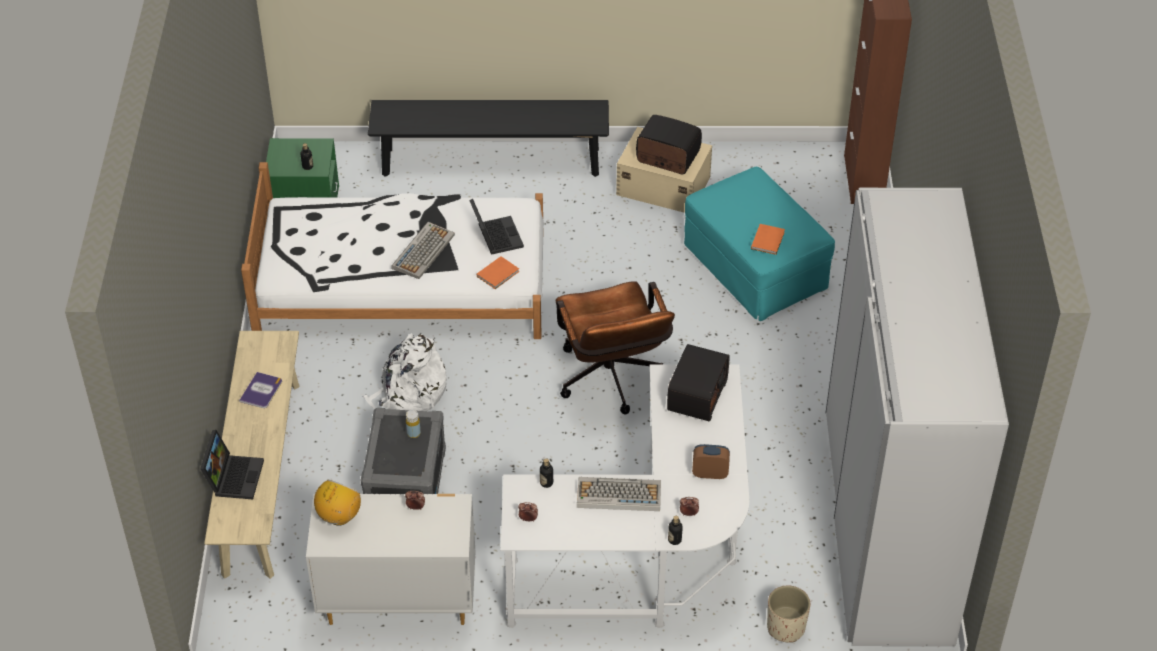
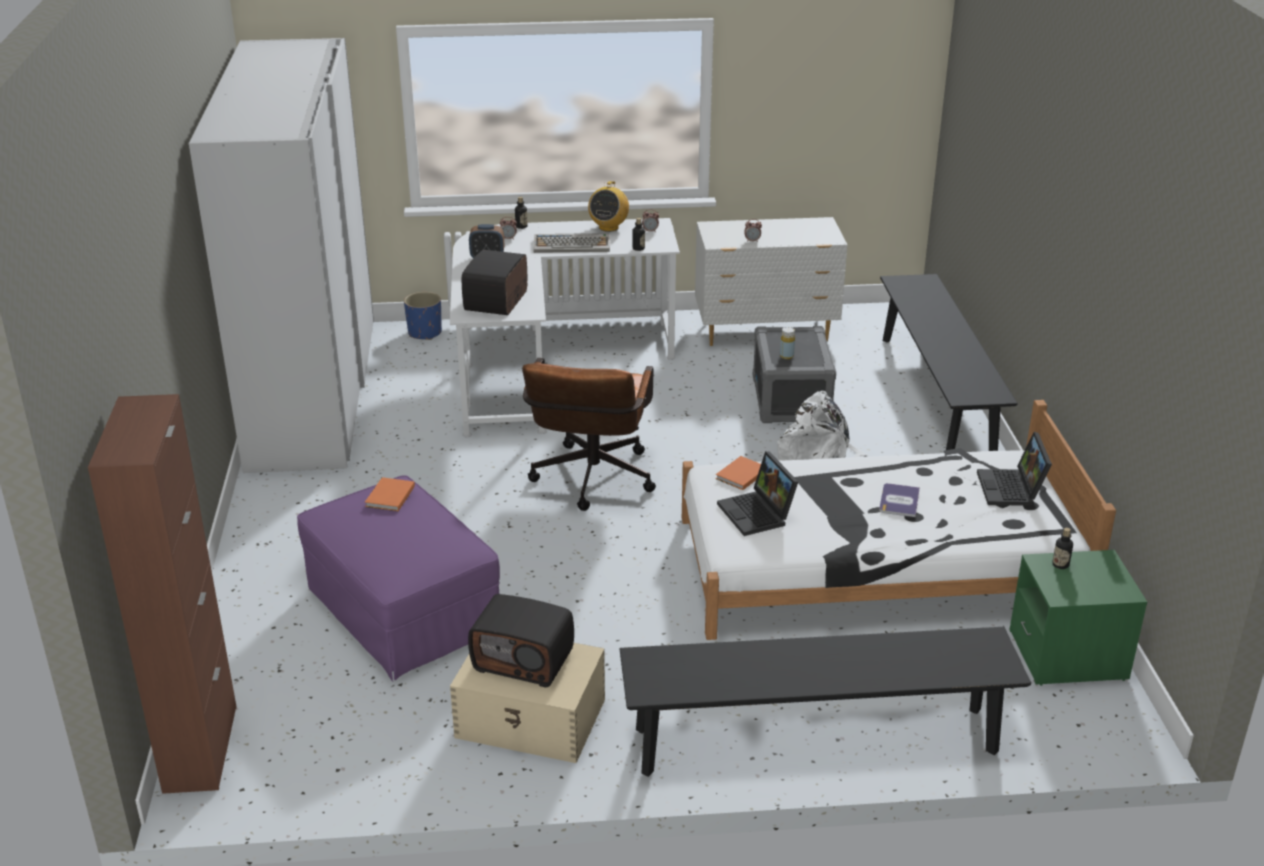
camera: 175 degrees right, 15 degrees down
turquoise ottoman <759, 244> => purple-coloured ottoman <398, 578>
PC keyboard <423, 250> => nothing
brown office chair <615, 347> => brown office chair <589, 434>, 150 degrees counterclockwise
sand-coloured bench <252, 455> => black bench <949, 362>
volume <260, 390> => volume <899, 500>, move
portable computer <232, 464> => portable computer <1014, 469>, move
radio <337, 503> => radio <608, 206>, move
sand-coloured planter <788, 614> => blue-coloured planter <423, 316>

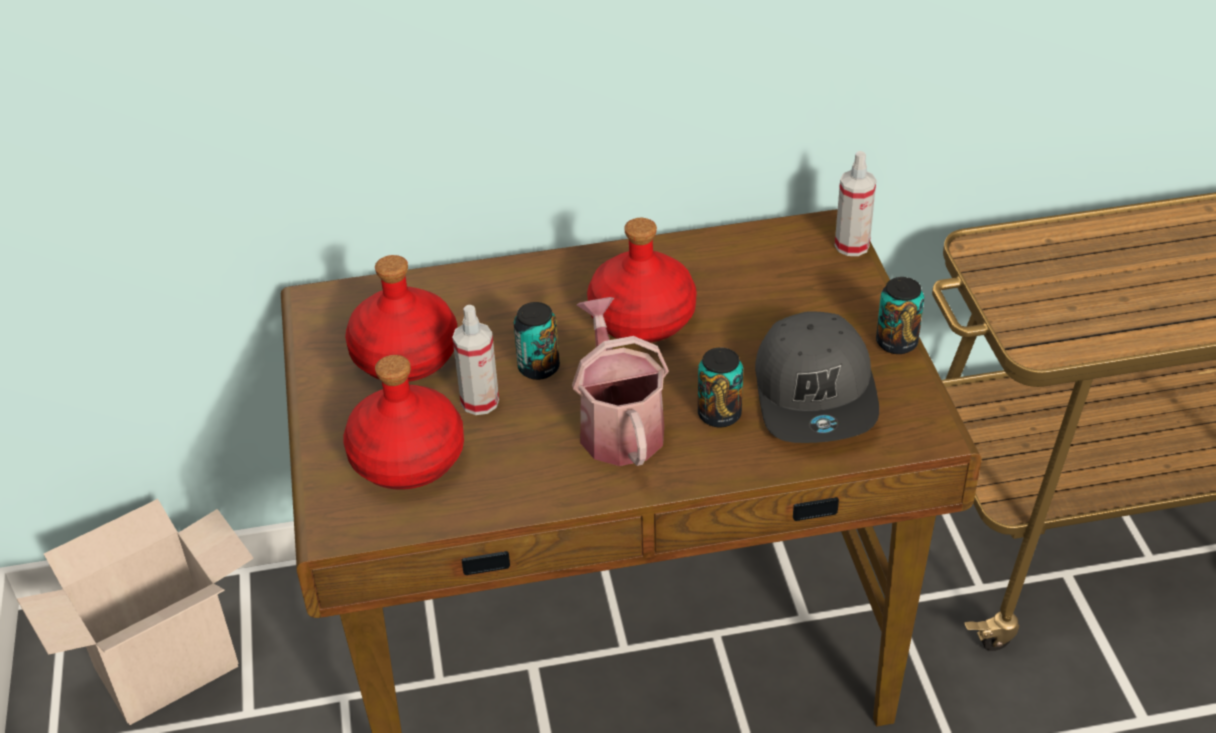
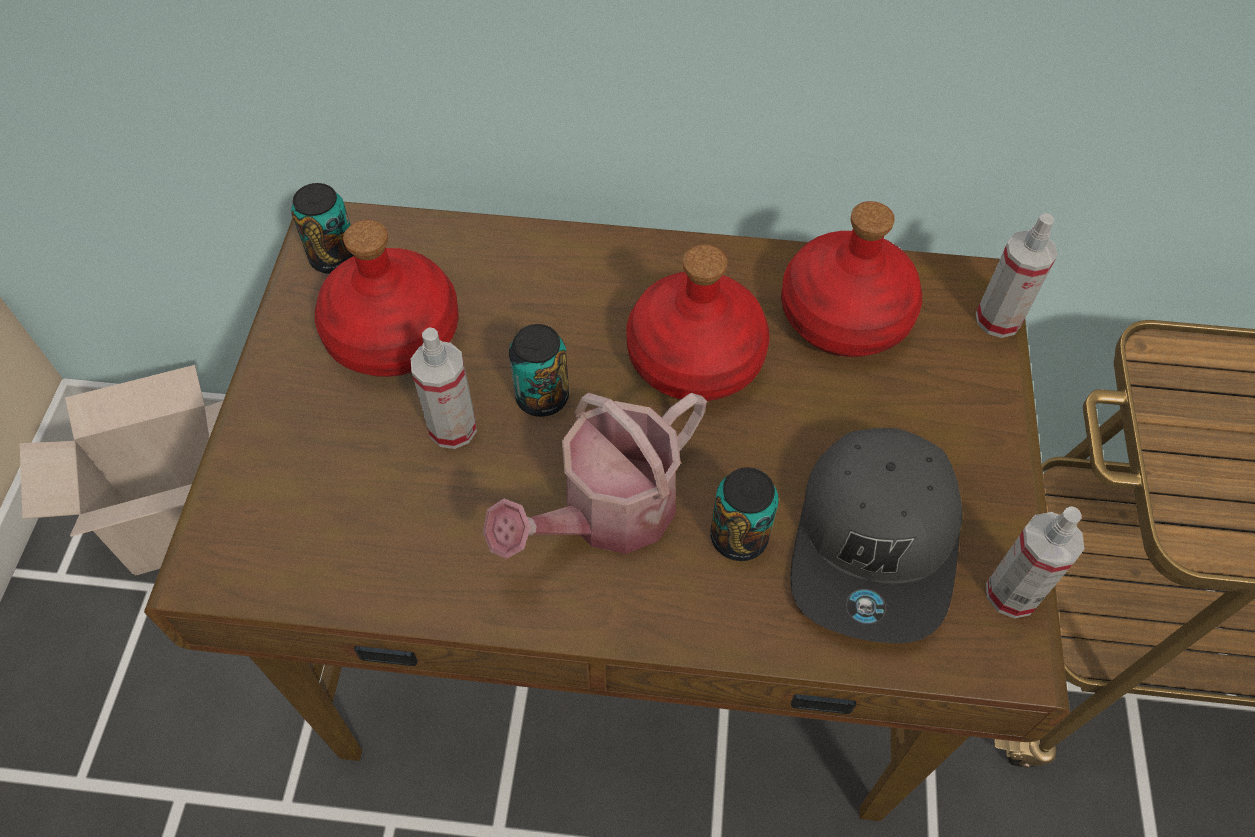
camera: 15 degrees right, 15 degrees up
can <900, 315> => can <322, 228>, move
sprinkling can <620, 381> => sprinkling can <595, 476>, 135 degrees counterclockwise
reddish drink bottle <404, 422> => reddish drink bottle <851, 279>, move
nothing => sprayer <1035, 562>

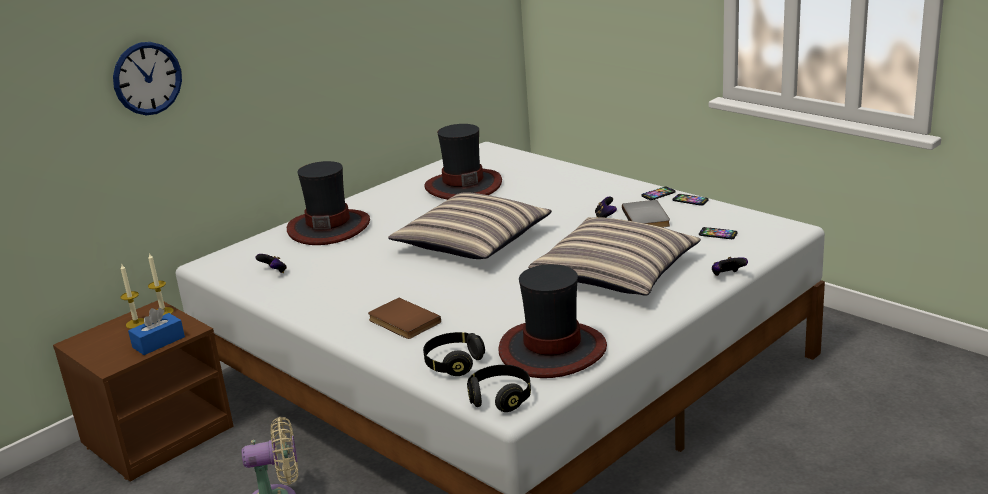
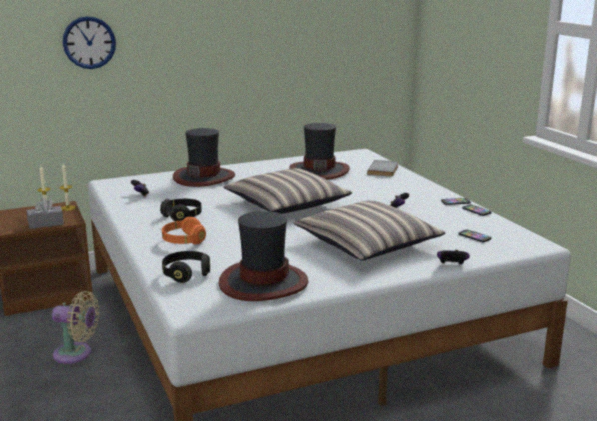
camera: 20 degrees right, 5 degrees down
gray volume <646, 213> => gray volume <383, 168>, move
brown volume <404, 318> => orange pair of headphones <184, 231>
blue-coloured tissue holder <156, 331> => gray tissue holder <45, 213>
black pair of headphones <499, 388> => black pair of headphones <181, 210>, move

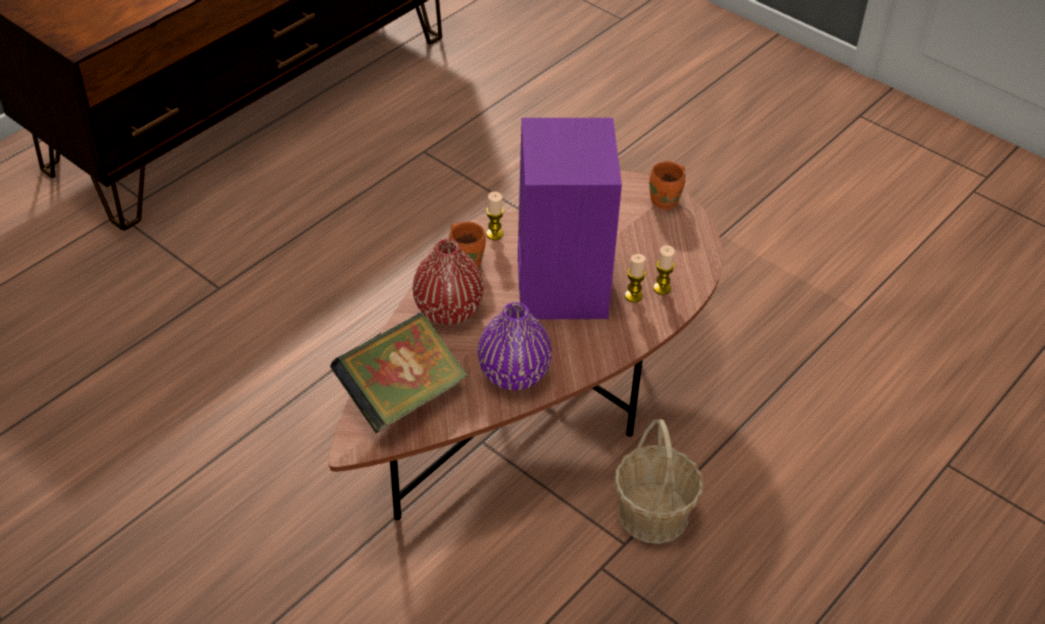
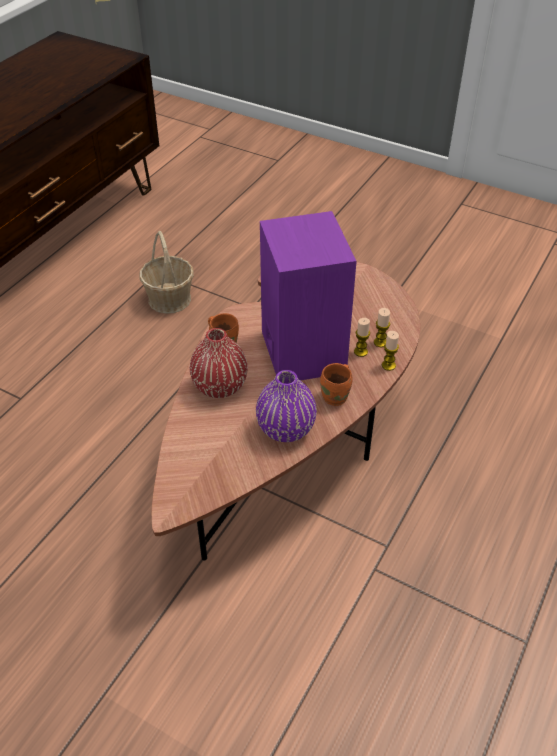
camera: 10 degrees left, 0 degrees up
orange coffee mug <667, 185> => orange coffee mug <336, 384>, move
wax light <495, 215> => wax light <390, 351>, move
volume <399, 373> => nothing
basket <658, 481> => basket <166, 272>, move

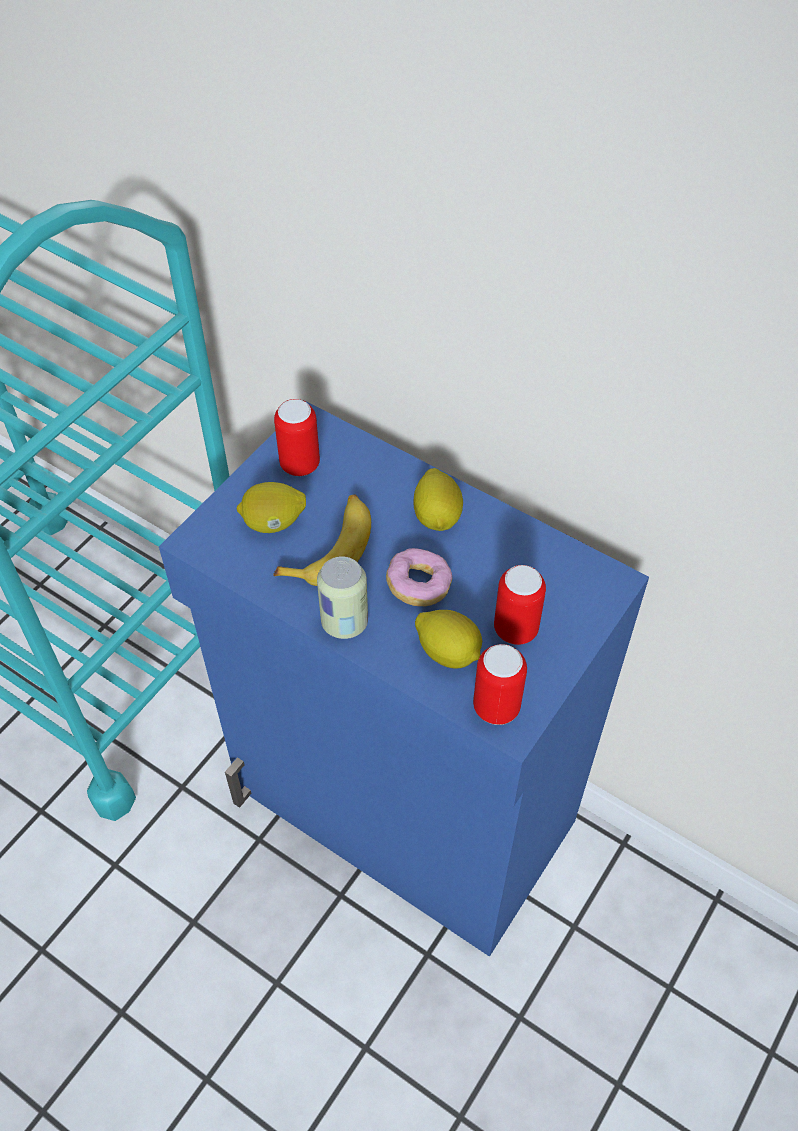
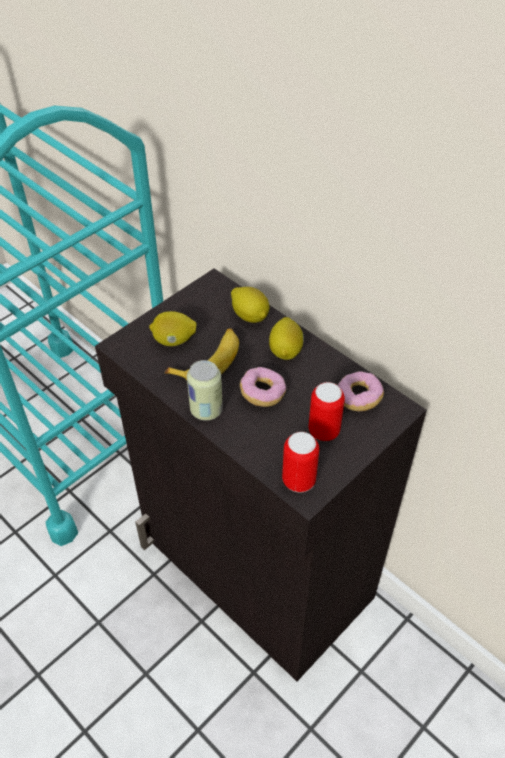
camera: 10 degrees right, 5 degrees down
can <297, 437> => nothing
blue-coloured cabinet <404, 679> => black cabinet <261, 475>
whole lemon <448, 639> => whole lemon <250, 305>, move
nothing => ring doughnut <361, 391>

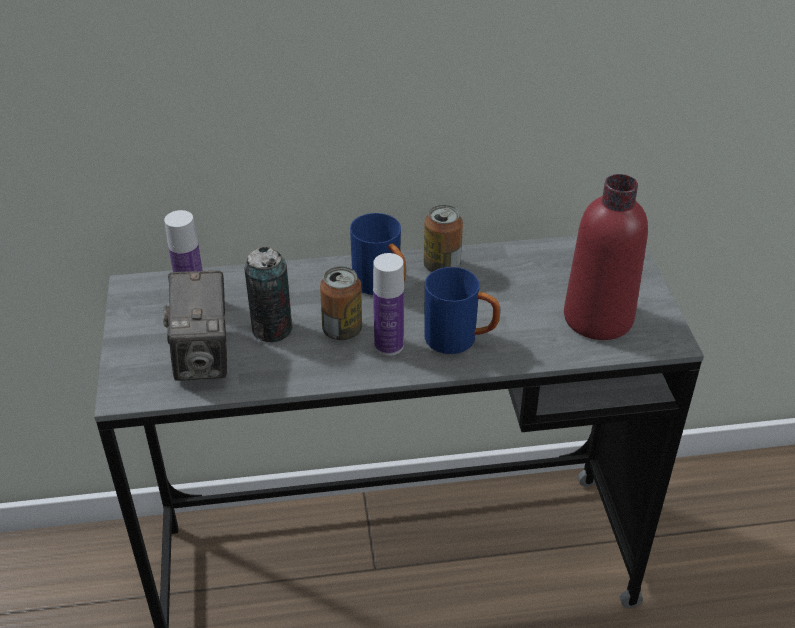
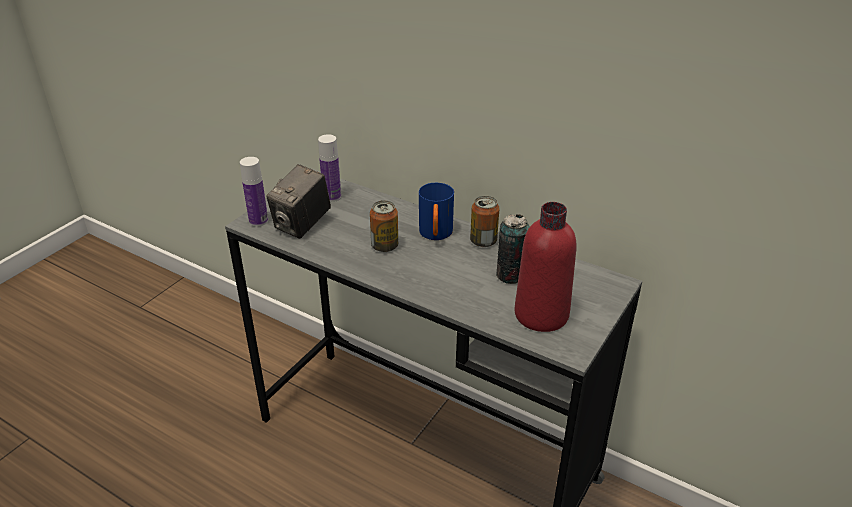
camera: 40 degrees right, 5 degrees down
can <268, 294> => can <513, 249>, move
drink bottle <388, 304> => drink bottle <254, 192>, move
blue-coloured coffee mug <462, 310> => nothing

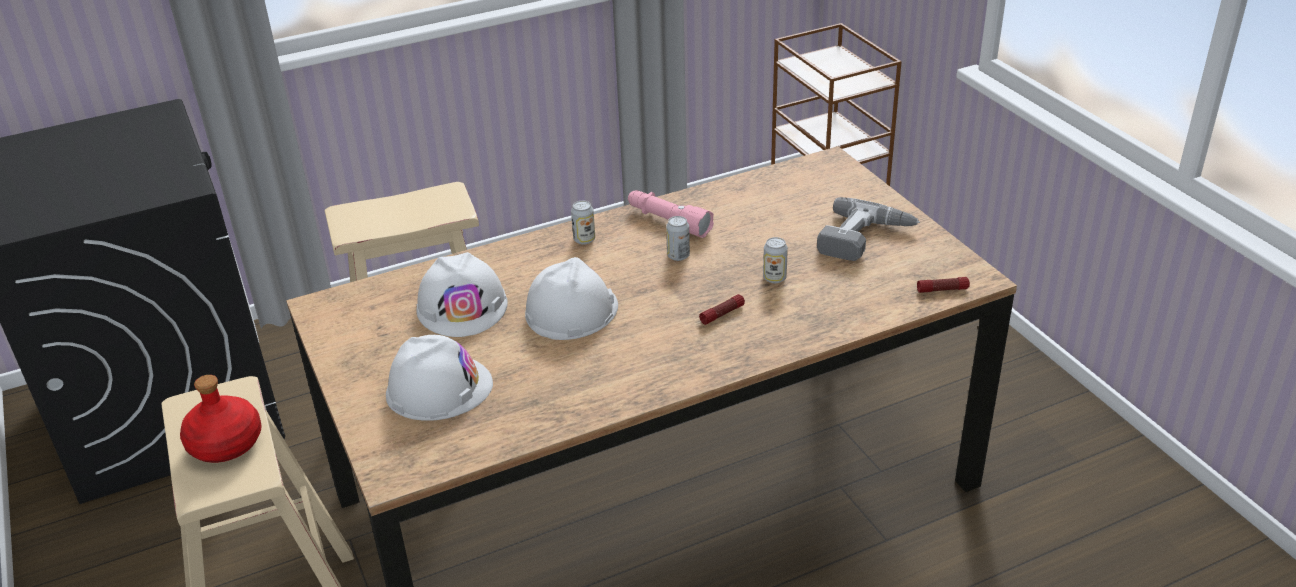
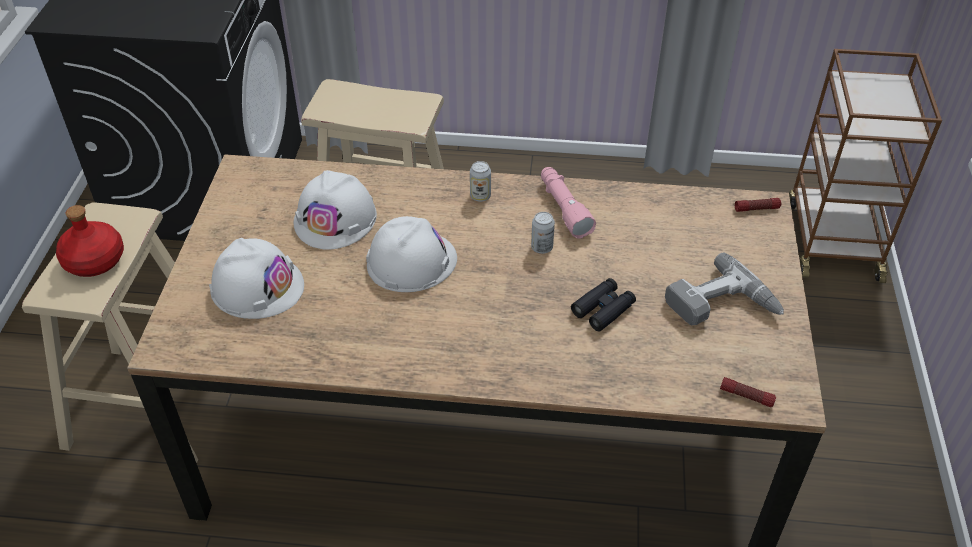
camera: 30 degrees right, 10 degrees up
can <775, 260> => black binoculars <603, 305>
hand torch <722, 309> => hand torch <758, 205>, move

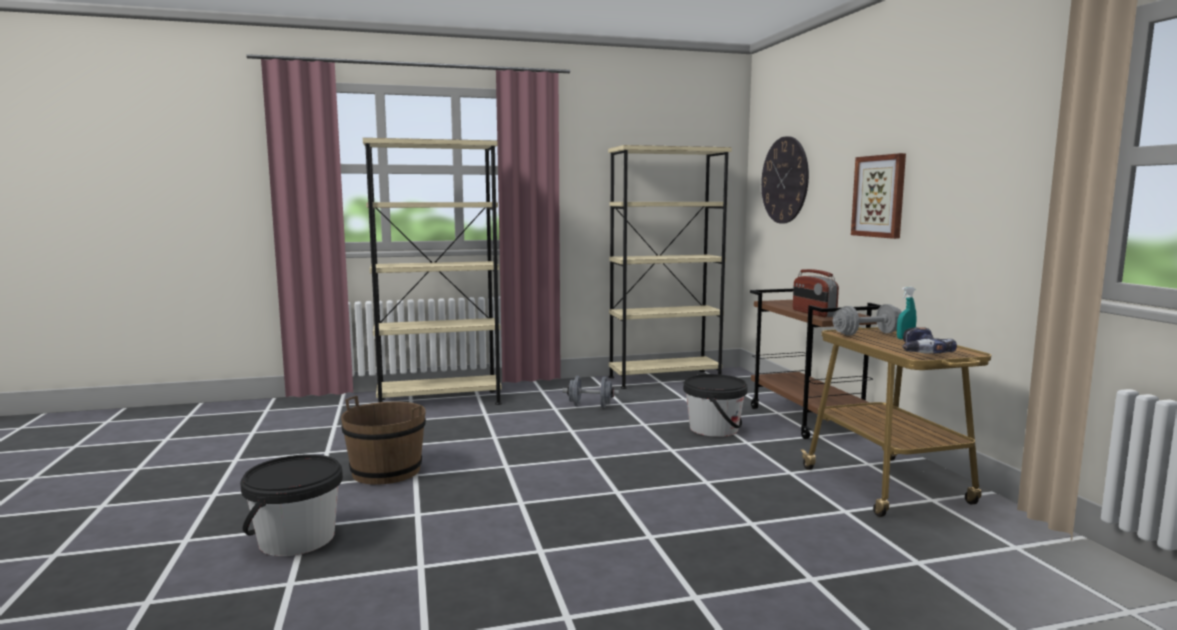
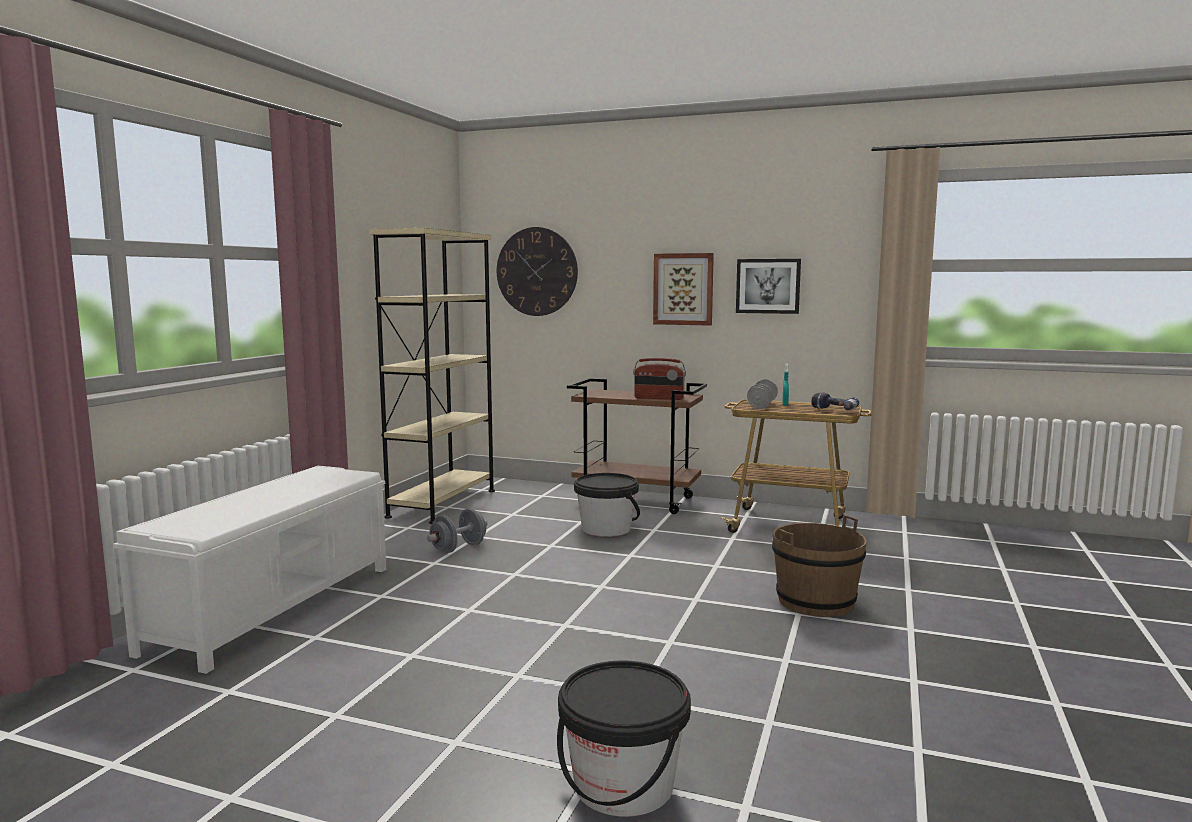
camera: 55 degrees left, 0 degrees up
sand-coloured shelving unit <432, 271> => white bench <249, 570>
brown bucket <383, 440> => brown bucket <819, 566>, move
nothing => picture <768, 286>

